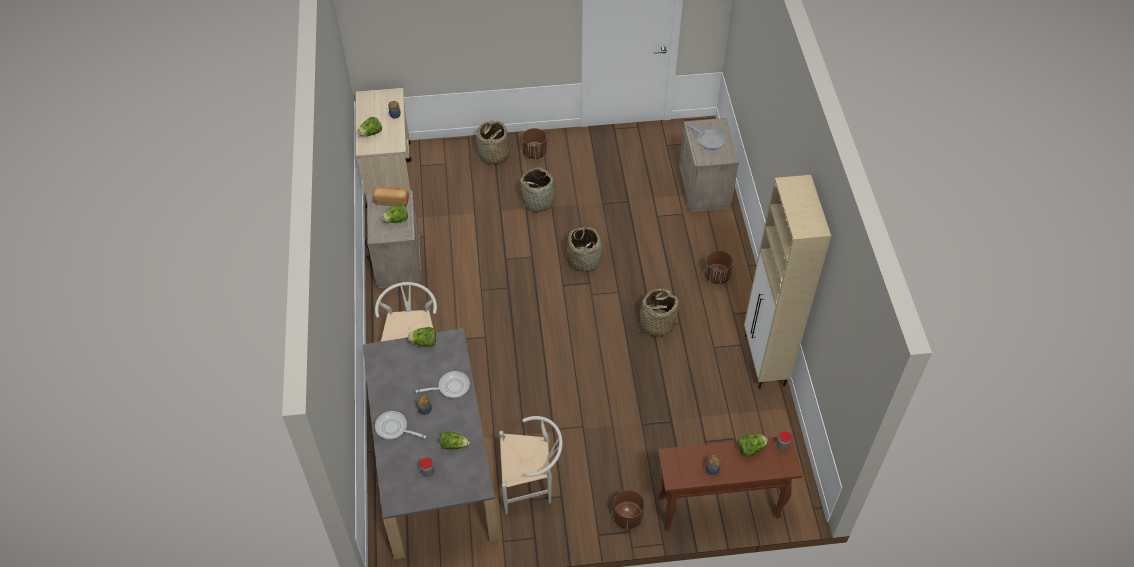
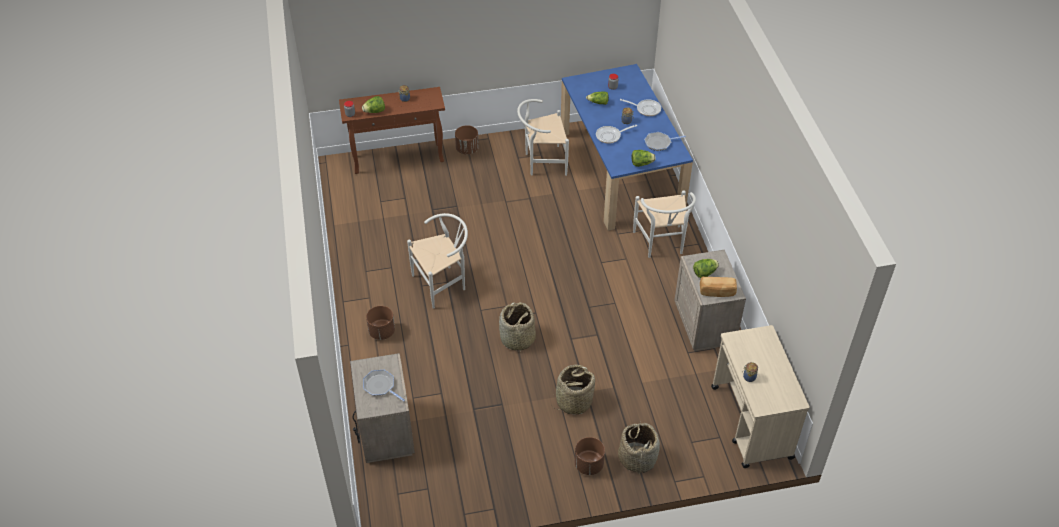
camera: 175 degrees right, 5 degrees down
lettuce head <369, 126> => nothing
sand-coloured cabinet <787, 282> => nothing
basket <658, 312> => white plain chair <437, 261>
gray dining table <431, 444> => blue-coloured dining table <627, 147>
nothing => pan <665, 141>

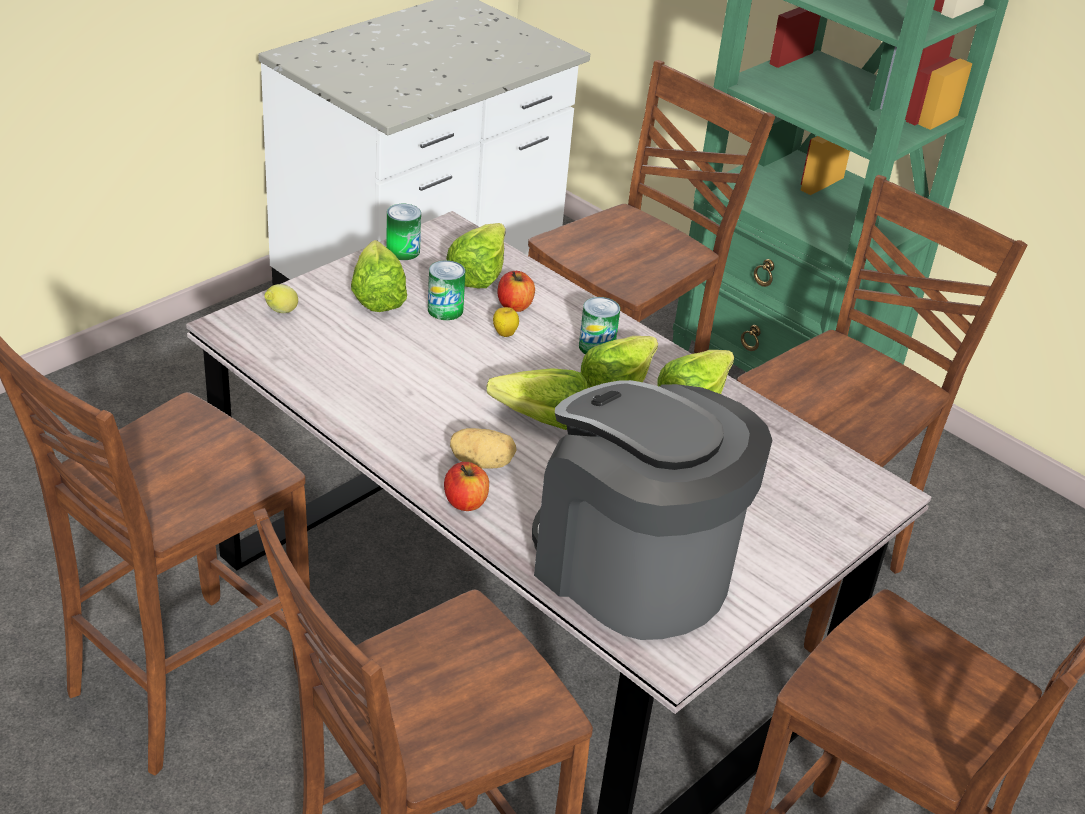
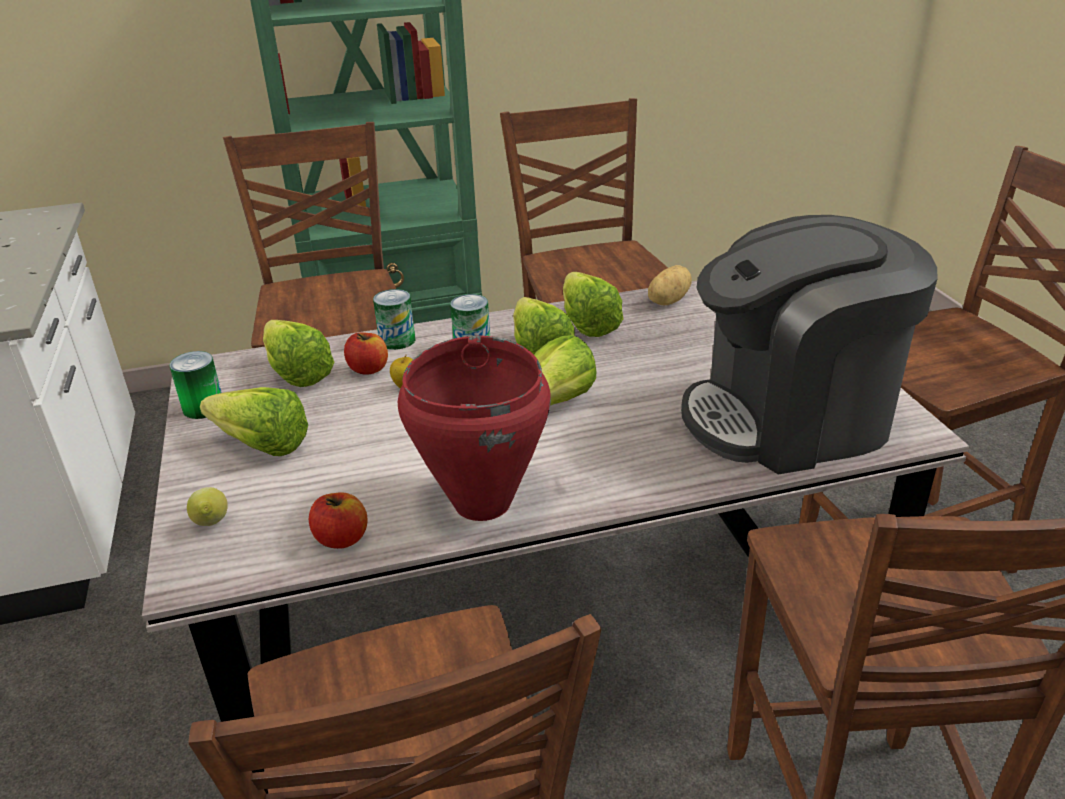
camera: 55 degrees left, 5 degrees down
can <446, 290> => can <394, 319>, move
whole potato <483, 448> => whole potato <670, 285>, move
apple <466, 486> => apple <338, 520>, move
nothing => reddish cooking pot <474, 428>

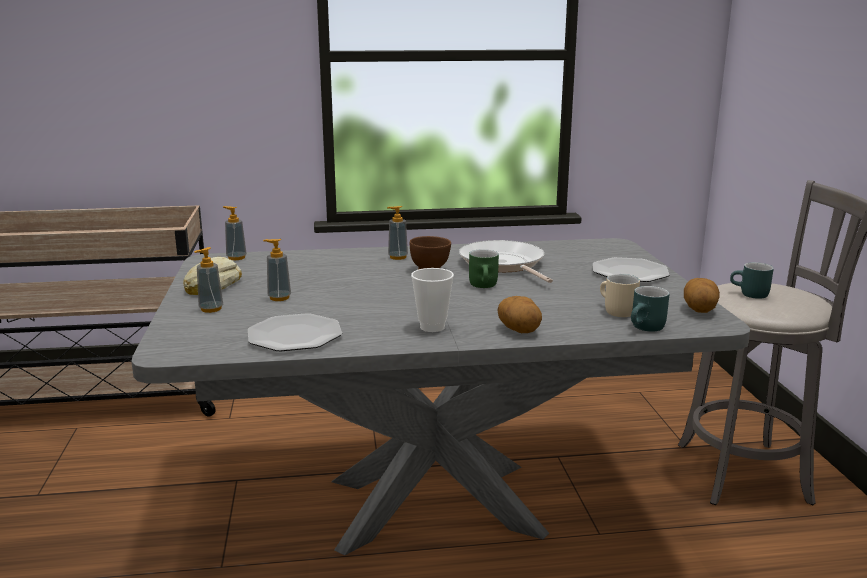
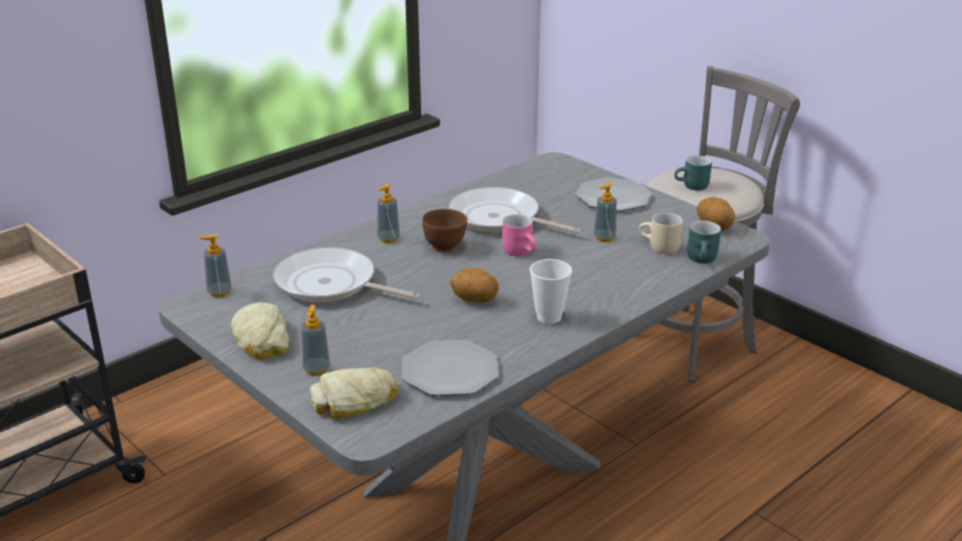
camera: 35 degrees left, 10 degrees up
liquid soap bottle <277, 270> => liquid soap bottle <605, 212>, move
green-coloured coffee mug <484, 268> => pink coffee mug <519, 235>
whole potato <519, 314> => whole potato <474, 285>, move
nothing => pan <347, 274>
nothing => baked bread <354, 393>

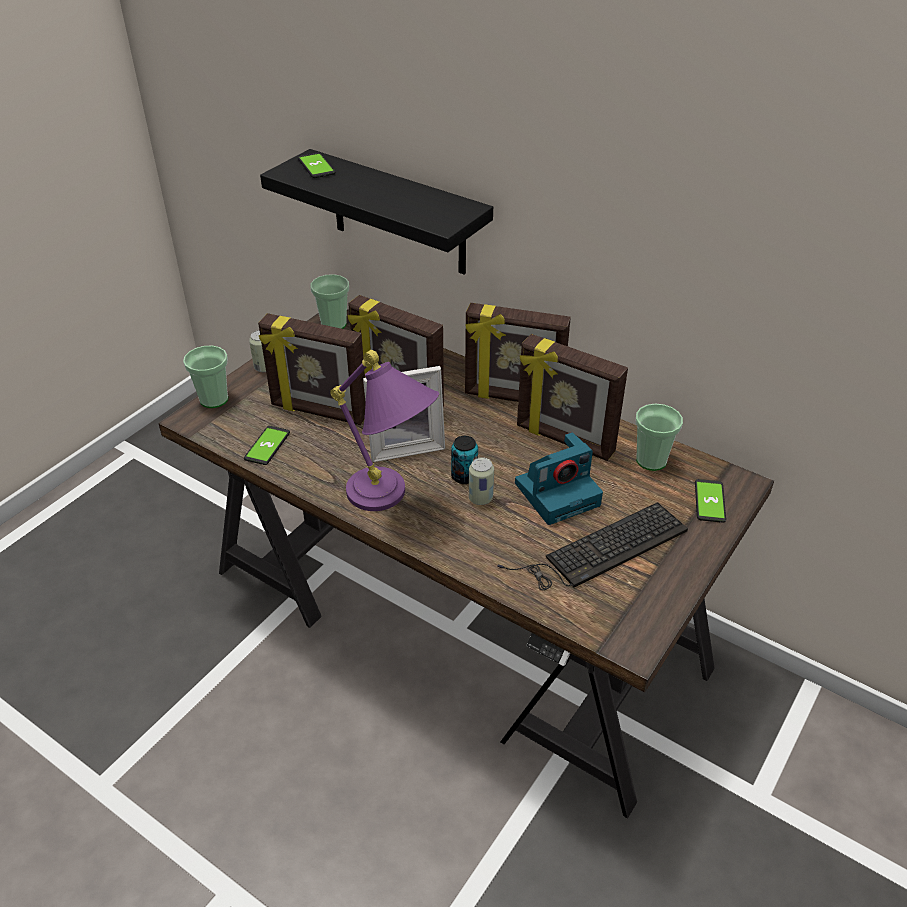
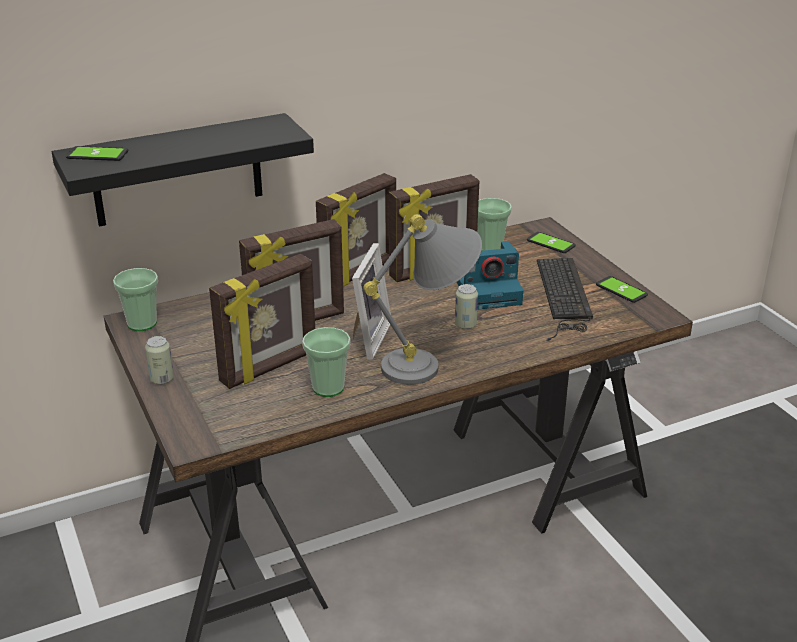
camera: 60 degrees left, 10 degrees down
cup <205, 377> => cup <326, 362>, move
purple-coloured lamp for a table <384, 430> => gray lamp for a table <423, 299>
phone <267, 445> => phone <622, 289>, move
still camera <559, 478> => still camera <490, 275>, 75 degrees clockwise
can <464, 460> => nothing

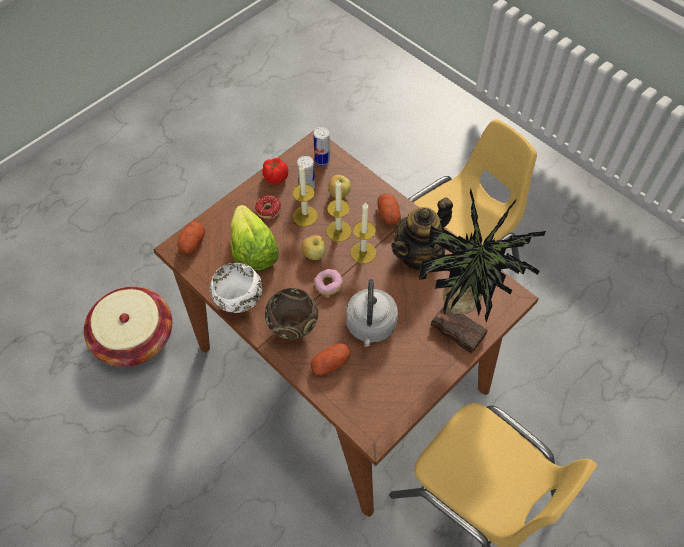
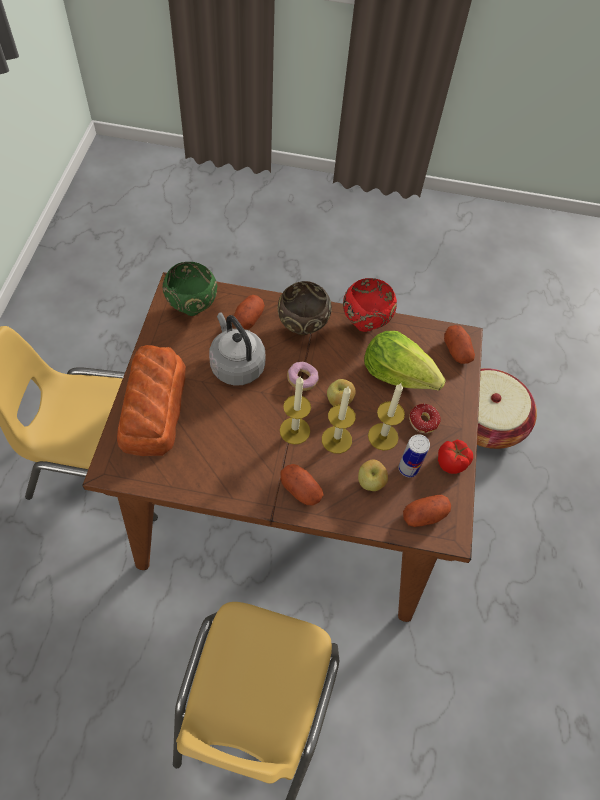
camera: 140 degrees right, 0 degrees up
can <321, 146> => whole potato <427, 511>
houseplant <482, 271> => baked bread <151, 400>
tea pot <422, 234> => nothing
white bowl <236, 288> => reddish bowl <370, 305>
nothing => green-coloured bowl <190, 289>

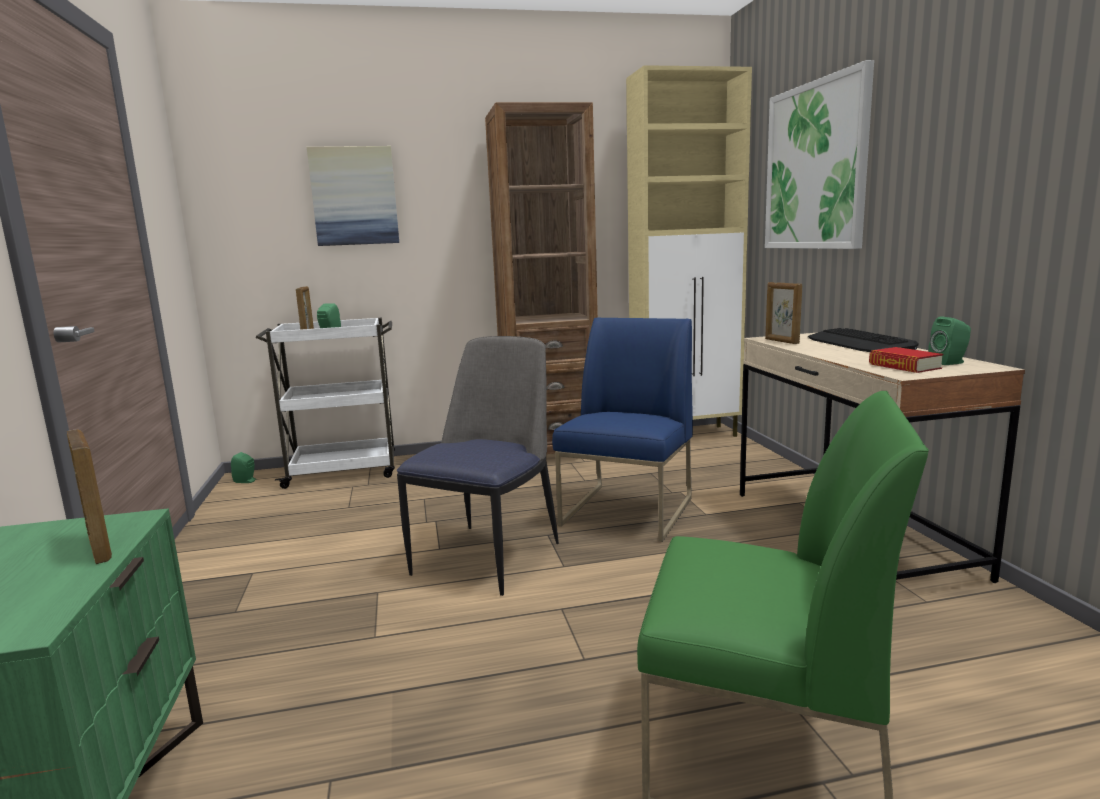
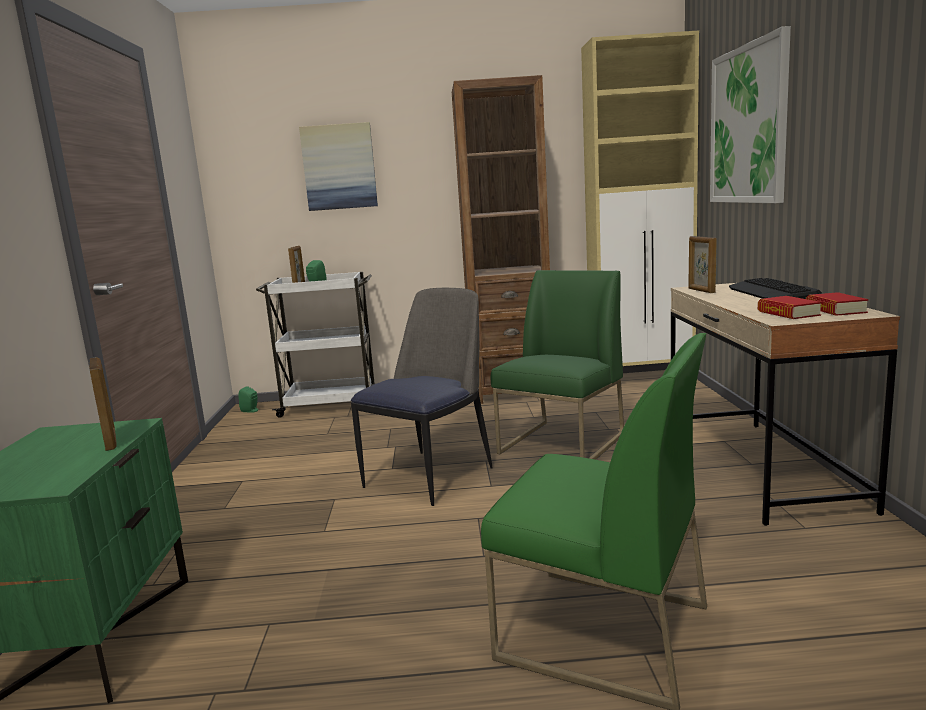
camera: 10 degrees right, 0 degrees up
green-coloured speaker <949, 340> => volume <837, 304>
blue-coloured plain chair <622, 429> => green-coloured plain chair <557, 365>

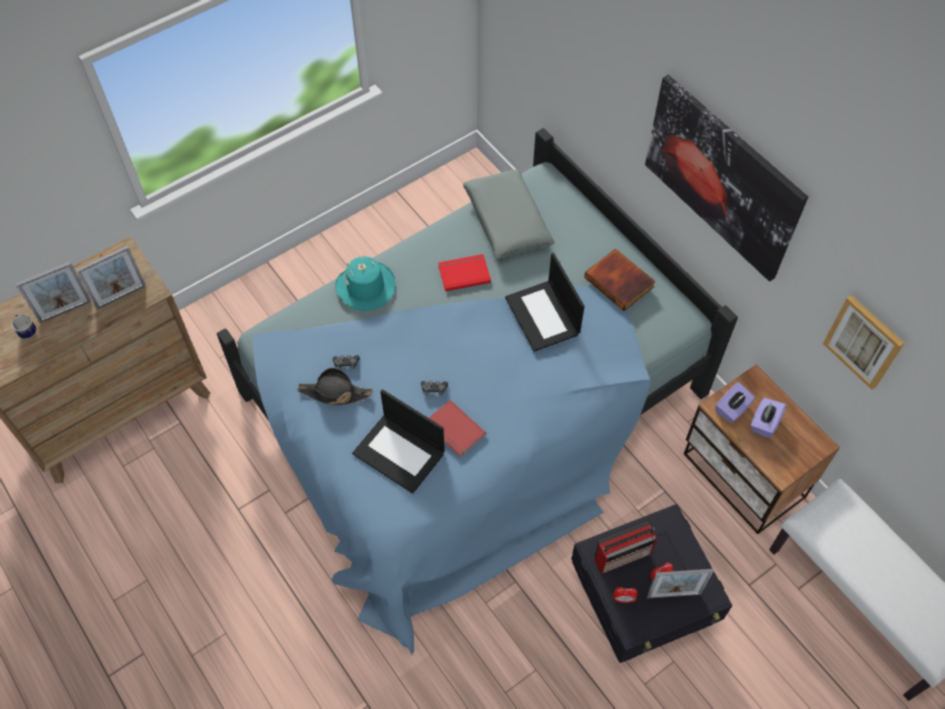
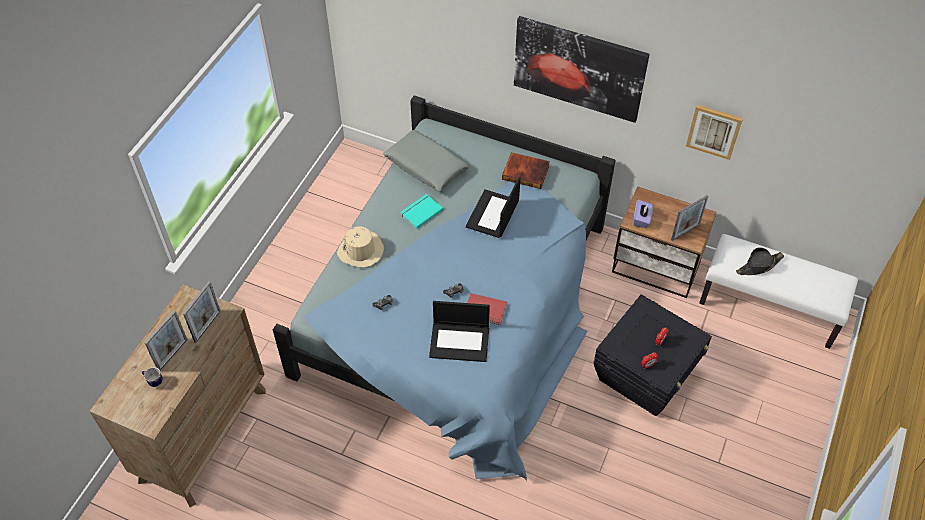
camera: 30 degrees left, 5 degrees down
portable computer <545, 302> => portable computer <493, 207>, 75 degrees clockwise
reddish volume <464, 272> => turquoise volume <421, 211>
turquoise clothing hat <365, 283> => sand-coloured clothing hat <360, 247>
black clothing hat <335, 386> => black clothing hat <760, 261>, move
purple-coloured tissue holder <768, 418> => nothing
radio <625, 548> => nothing
photo frame <680, 584> => photo frame <690, 218>, move

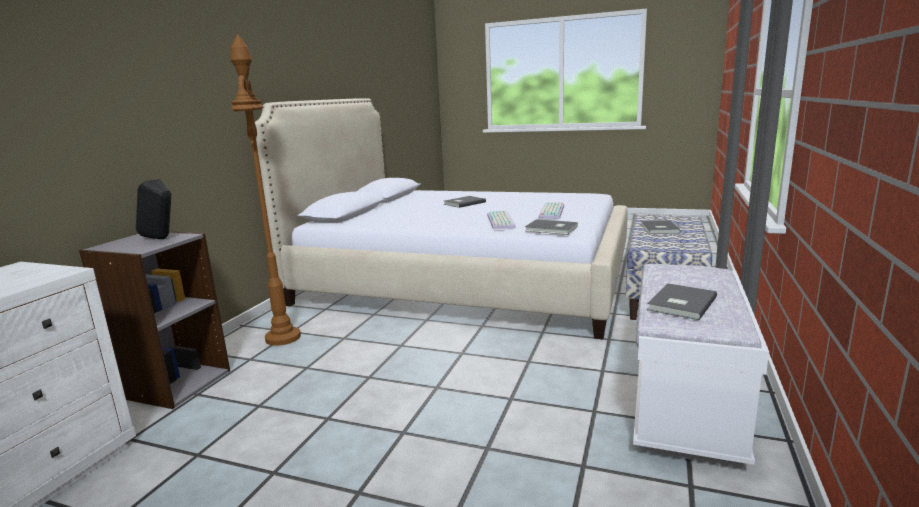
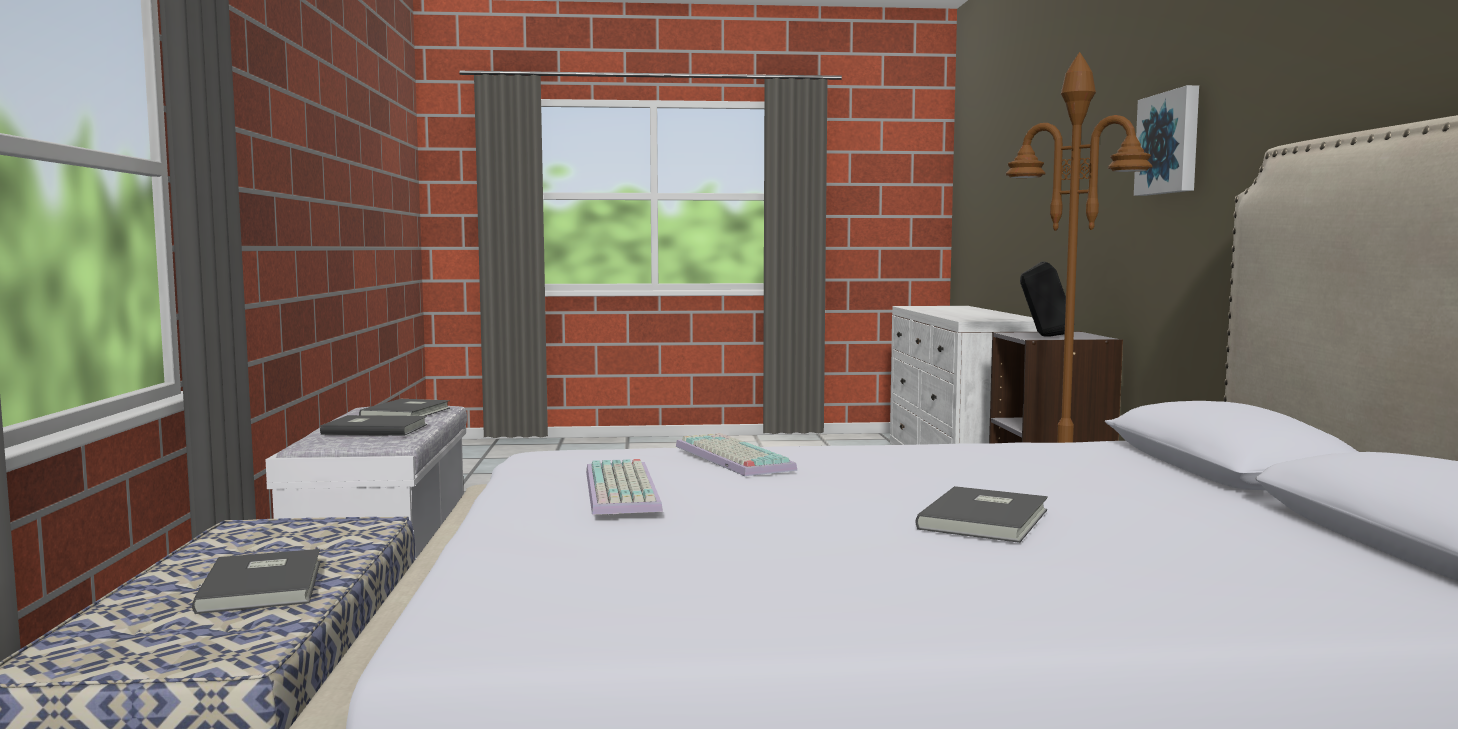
camera: 155 degrees right, 10 degrees down
gray volume <551, 227> => gray volume <373, 425>, move
nothing => picture <1166, 140>

